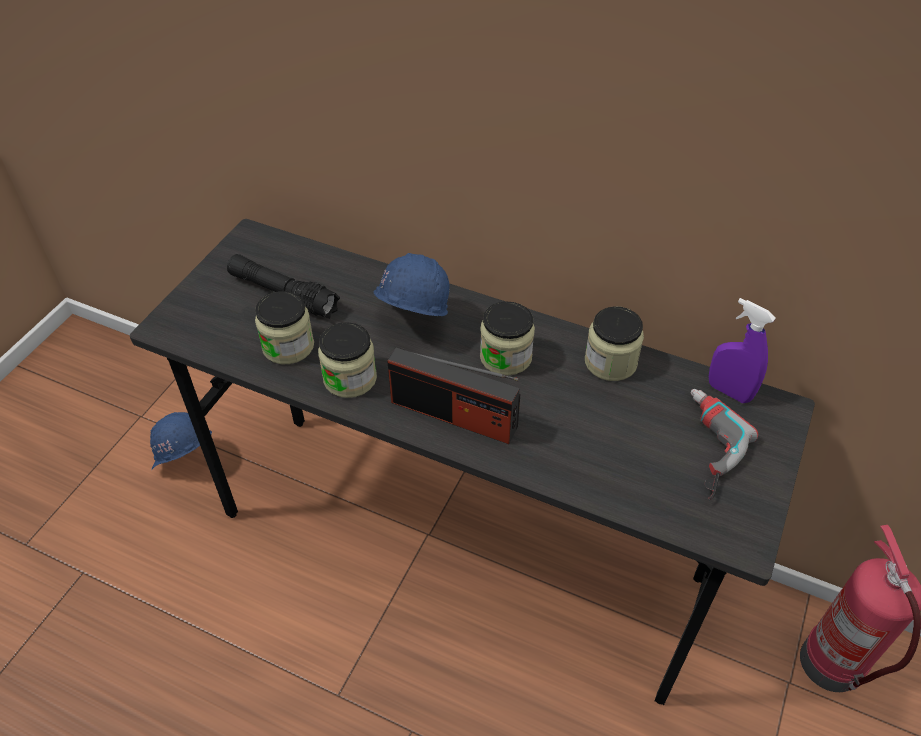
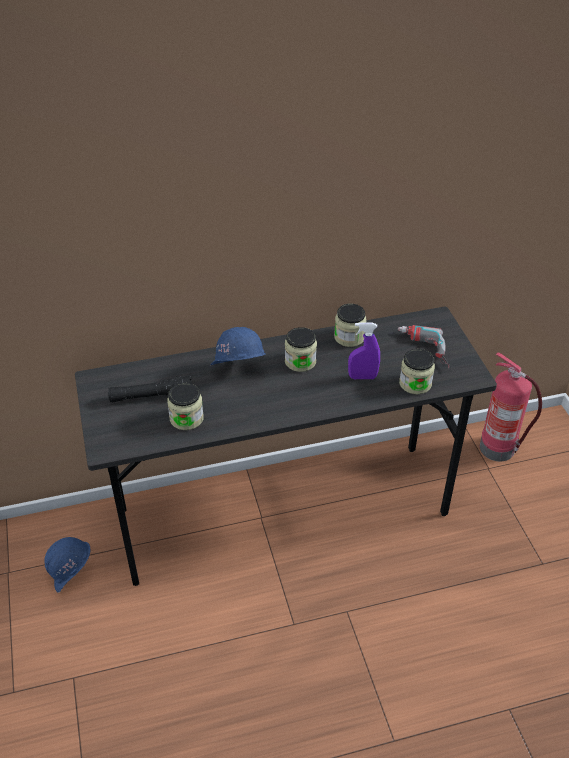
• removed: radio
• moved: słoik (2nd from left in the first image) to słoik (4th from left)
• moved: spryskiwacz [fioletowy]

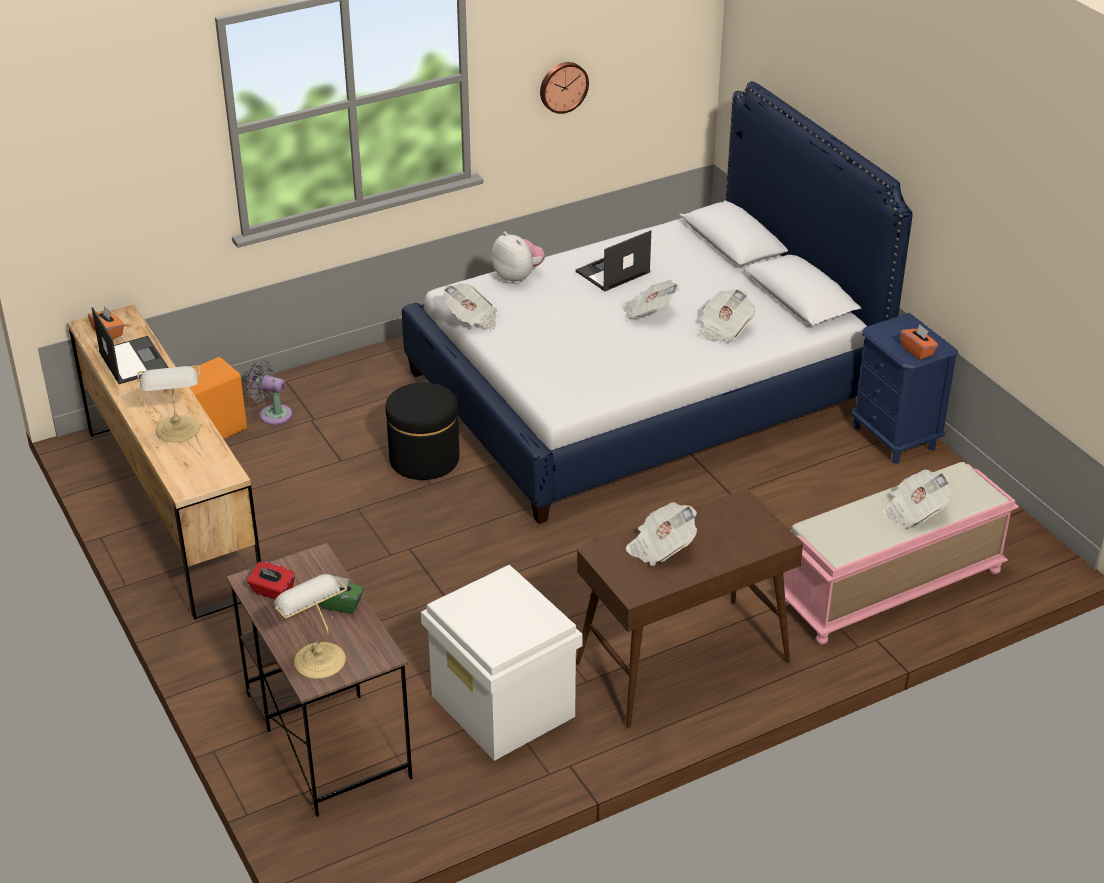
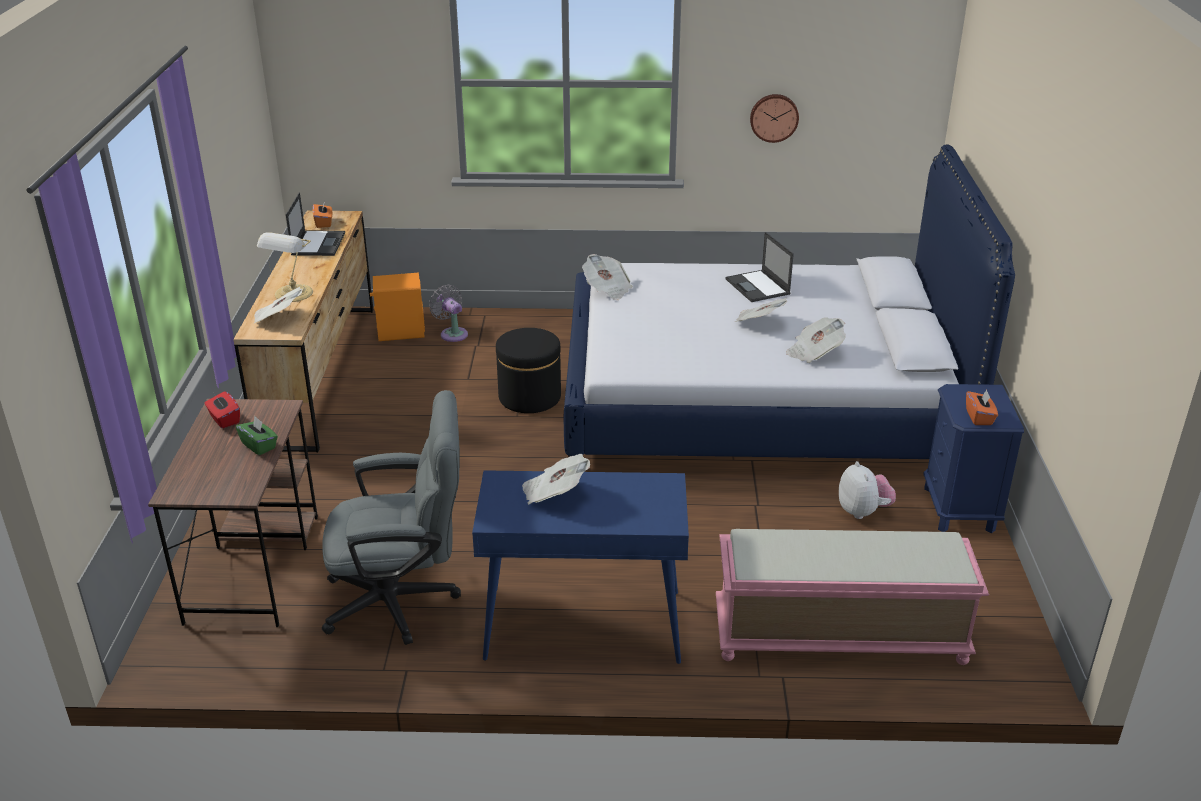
• removed: lampa stołowa (2nd from left)
• moved: pluszak
• moved: gazeta (5th from left in the first image) to gazeta (1st from left)
• replaced: pojemnik do przechowywania [biały] to krzesło biurowe [szary]
• recoloured: stolik konsolowy [brązowy] to stolik konsolowy [niebieski]
• turned: laptop (2nd from left) 105 degrees counterclockwise

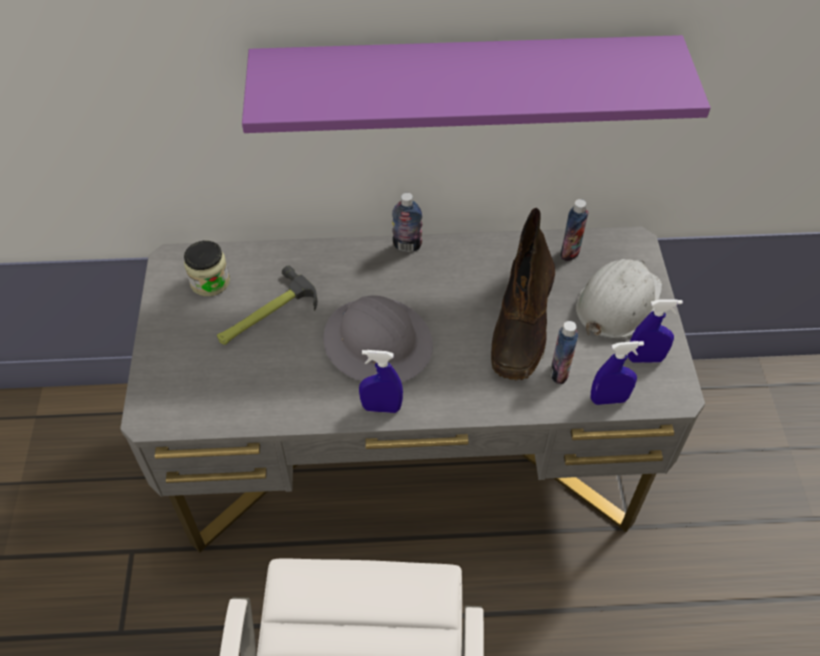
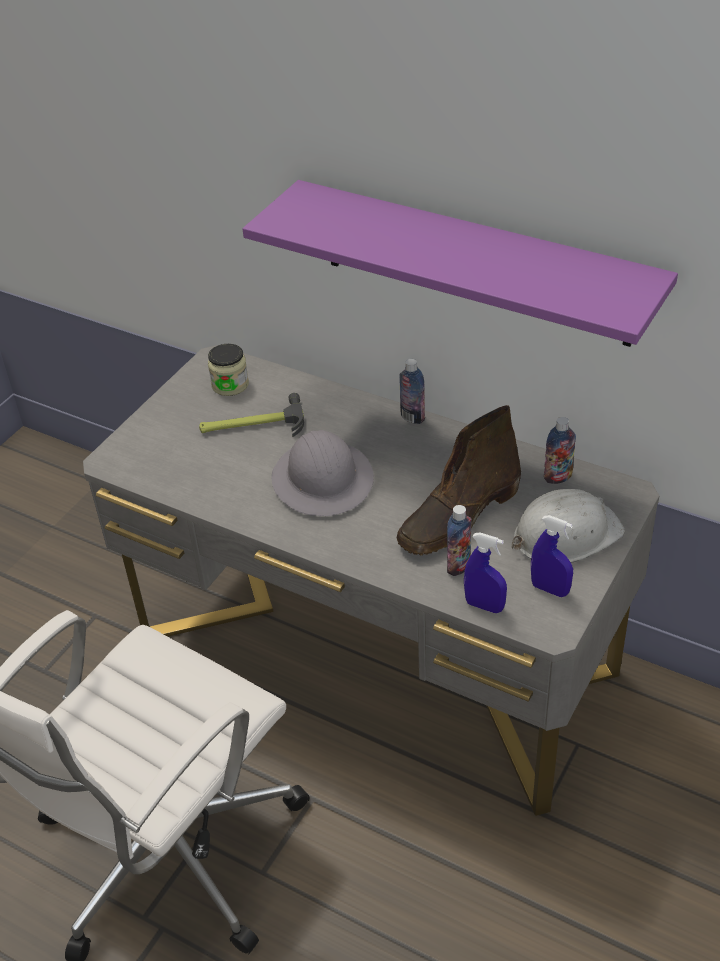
• removed: spryskiwacz [niebieski] (1st from left)

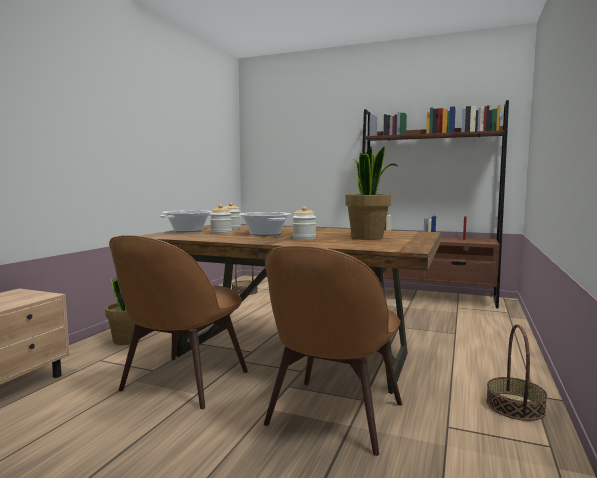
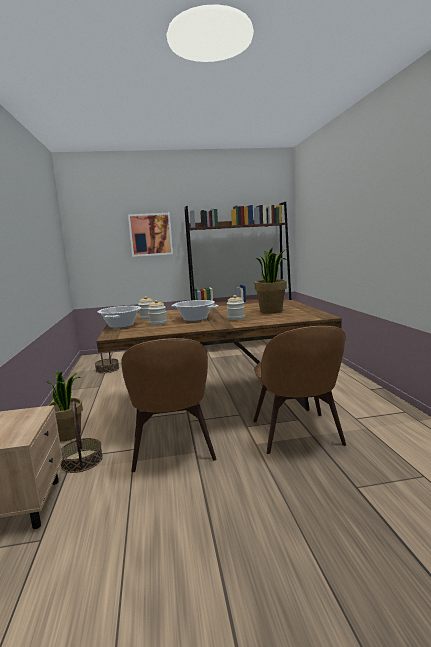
• added: obraz
• moved: koszyk (2nd from left in the first image) to koszyk (1st from left)

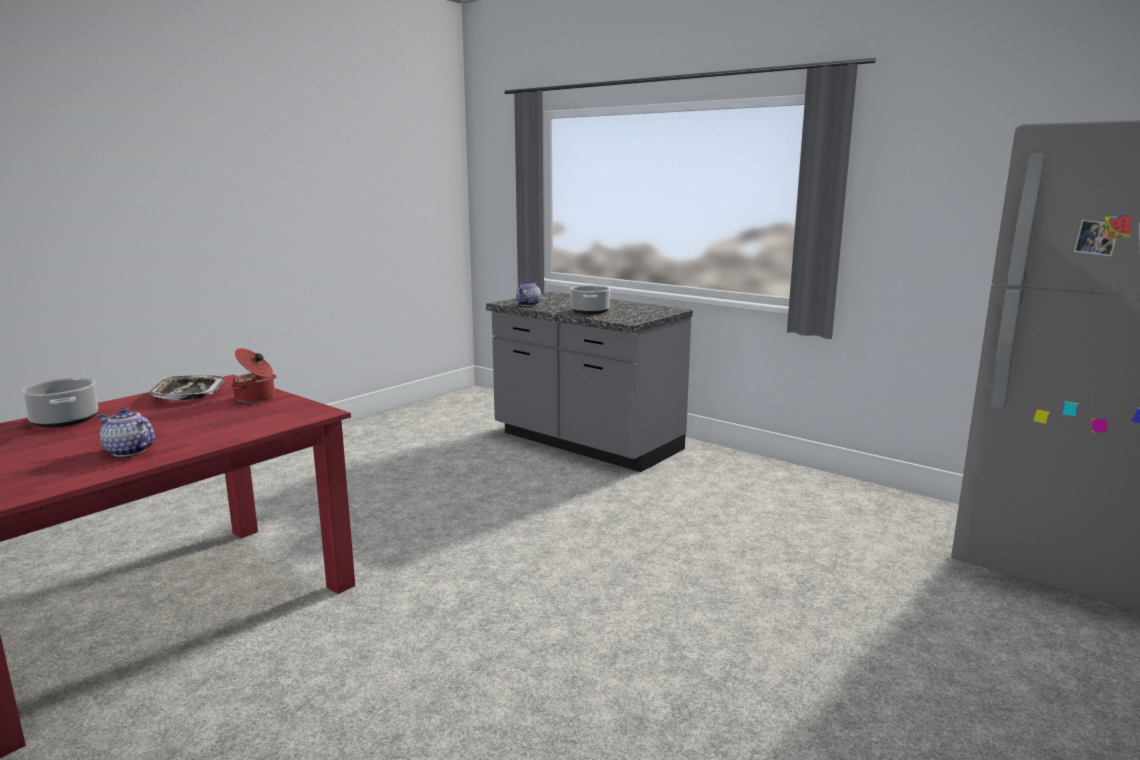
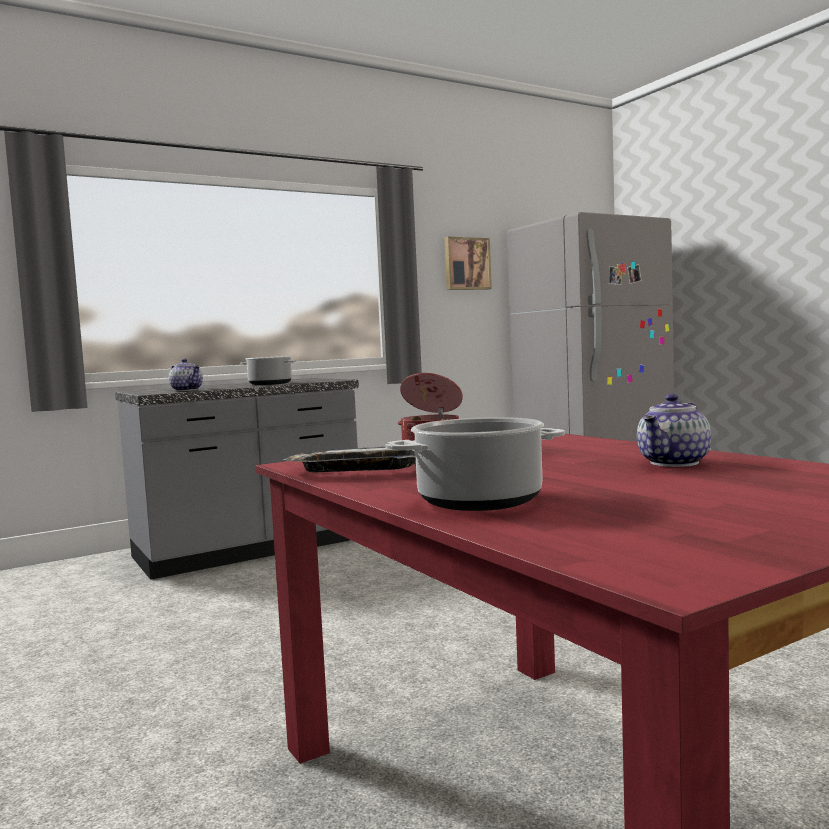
• added: obraz

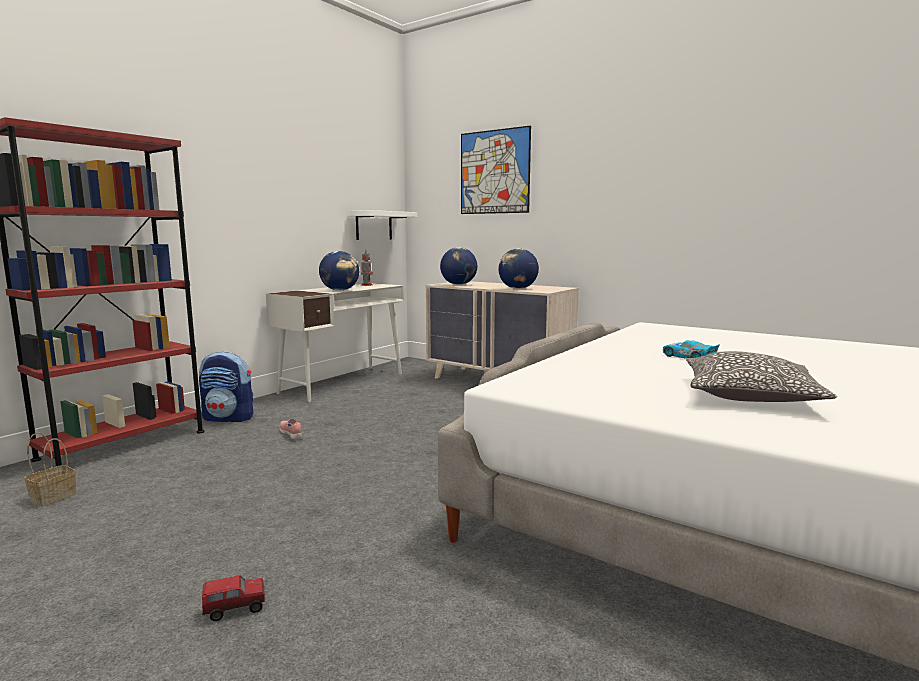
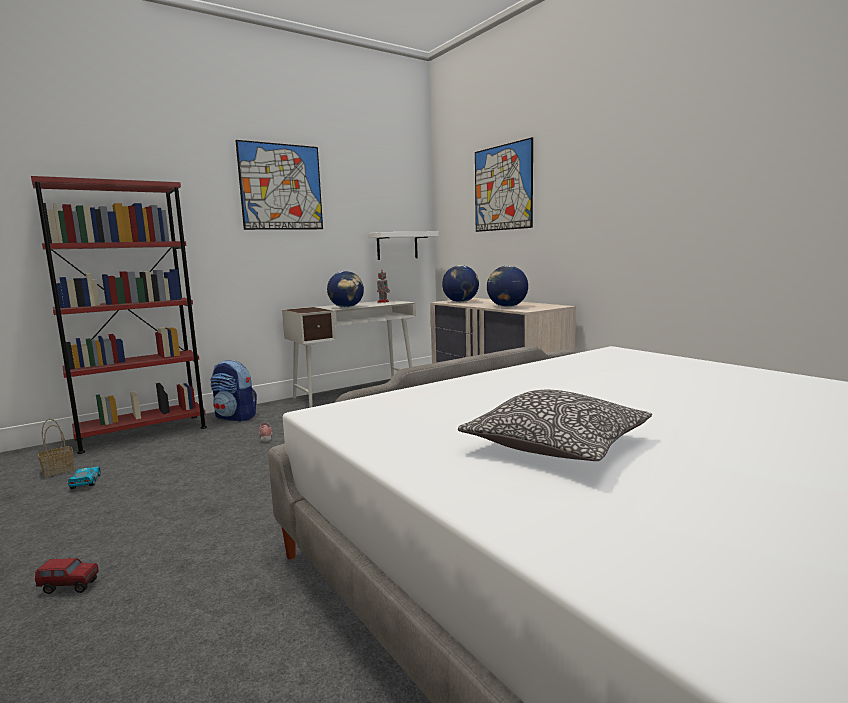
• added: obraz (1st from left)
• moved: samochodzik

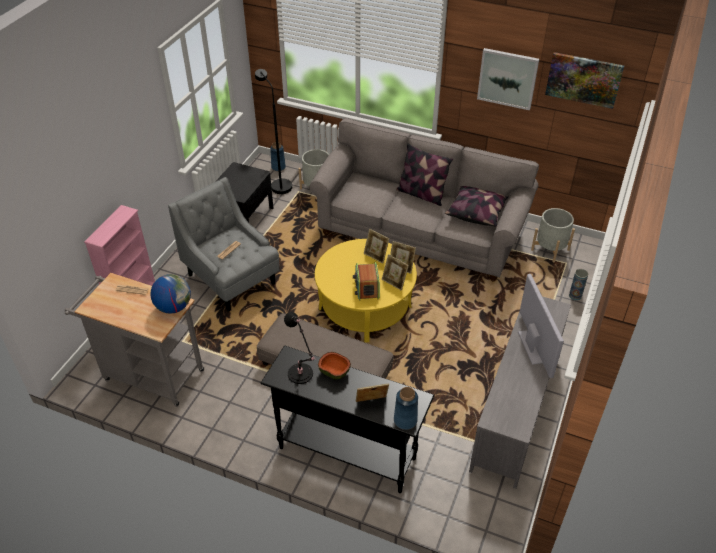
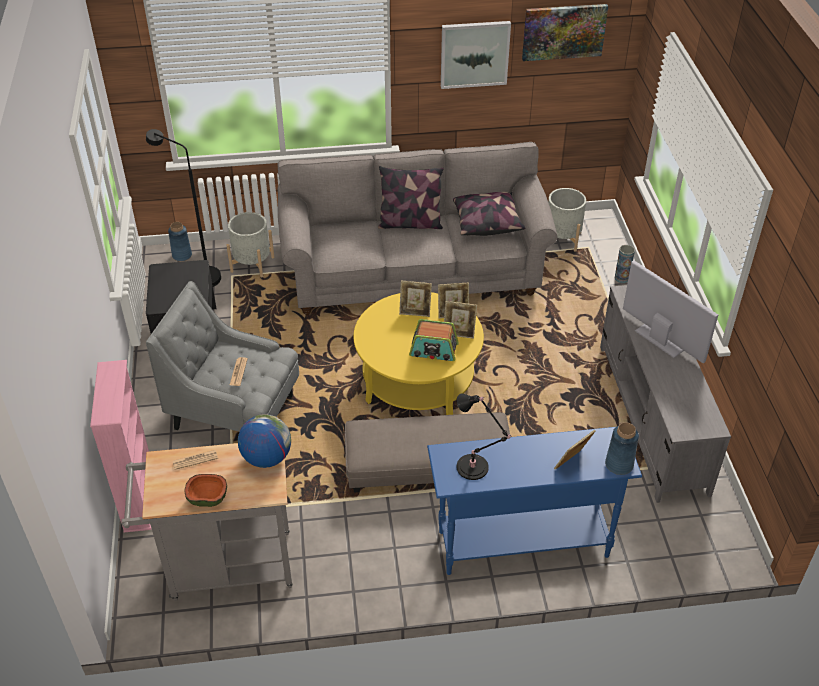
• moved: miska
• recoloured: stolik konsolowy [czarny] to stolik konsolowy [niebieski]
• turned: radio 45 degrees counterclockwise

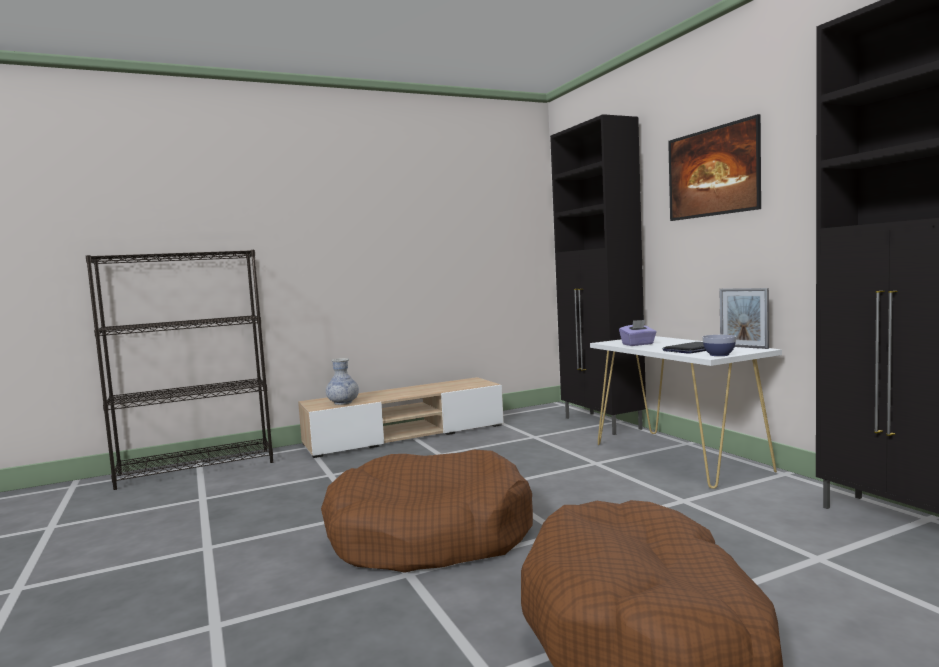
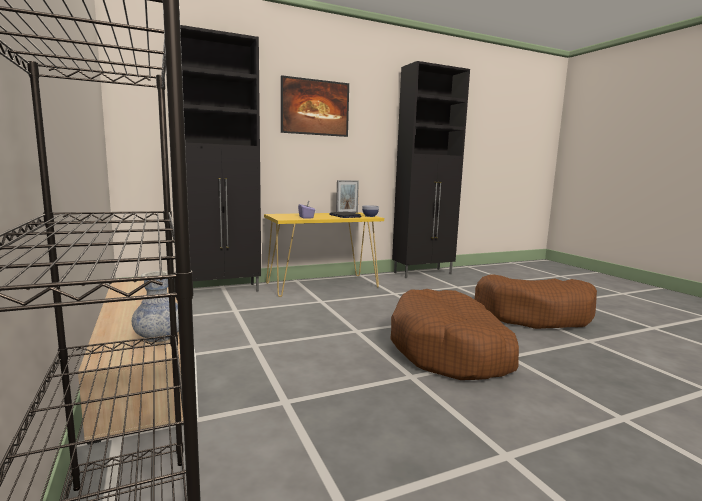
• recoloured: stolik konsolowy [biały] to stolik konsolowy [żółty]

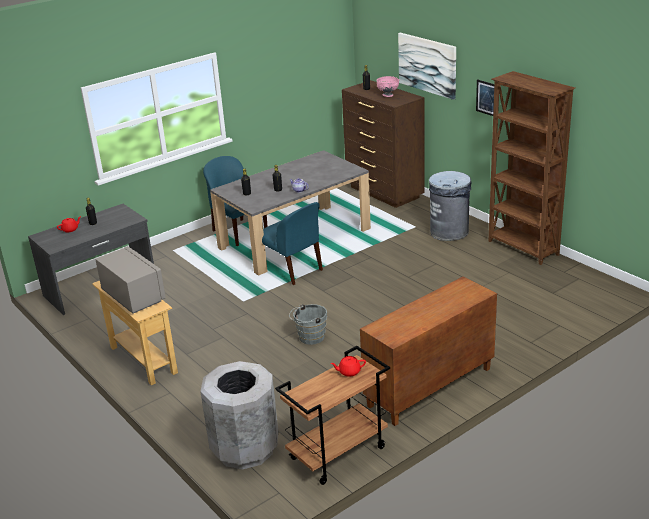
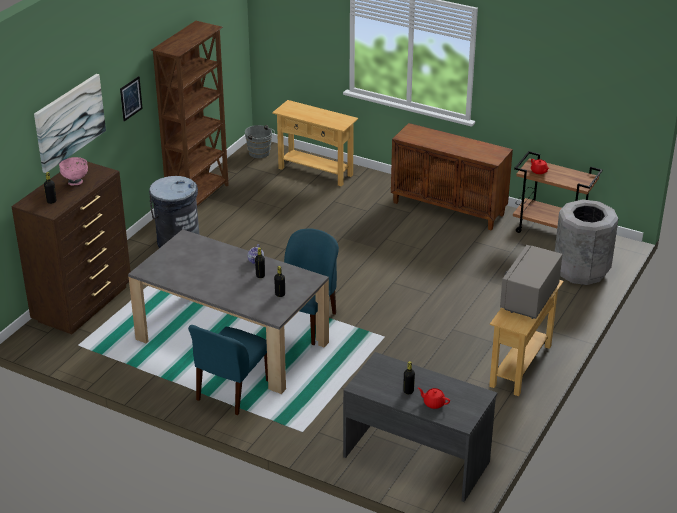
• added: stolik konsolowy [beżowy] (1st from left)
• moved: wiadro [szary]

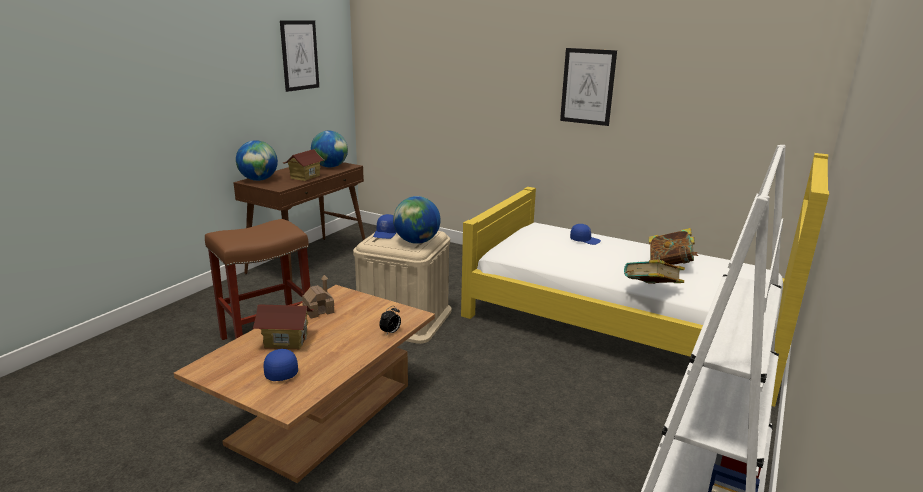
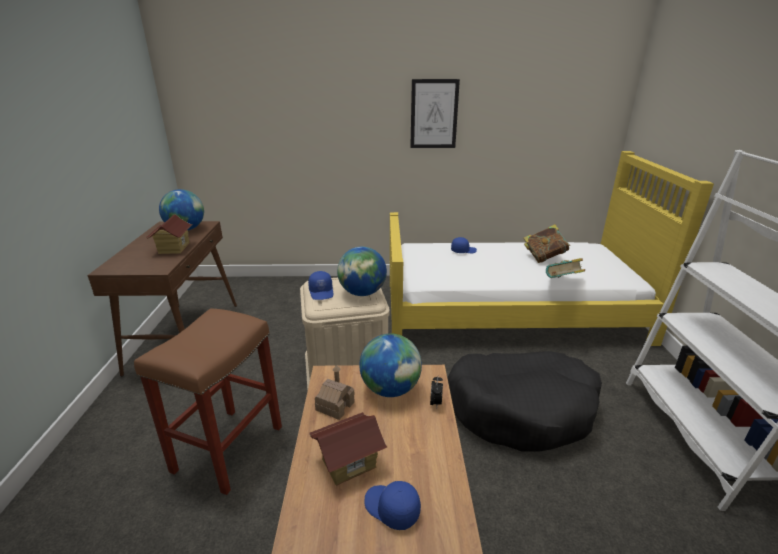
• removed: obraz (1st from left)
• added: legowisko [czarny]
• moved: globus (1st from left in the first image) to globus (3rd from left)

